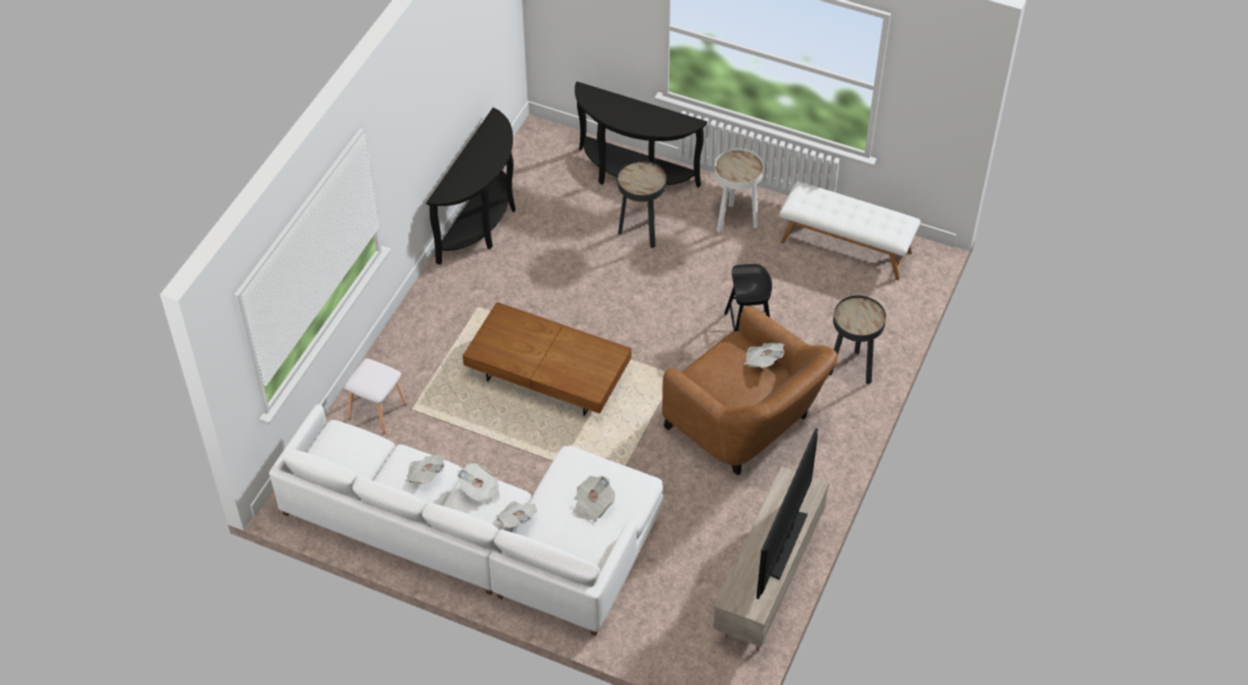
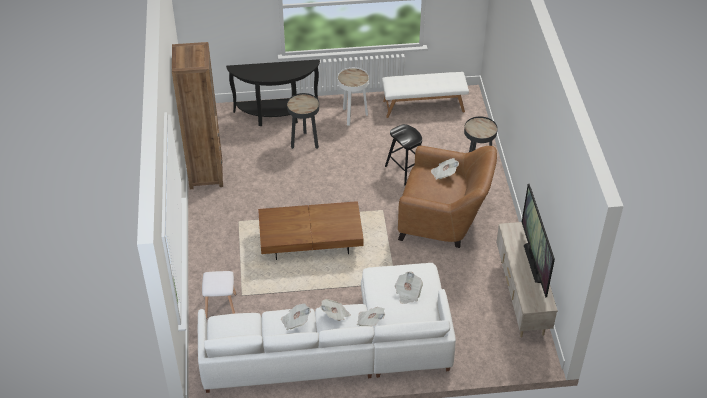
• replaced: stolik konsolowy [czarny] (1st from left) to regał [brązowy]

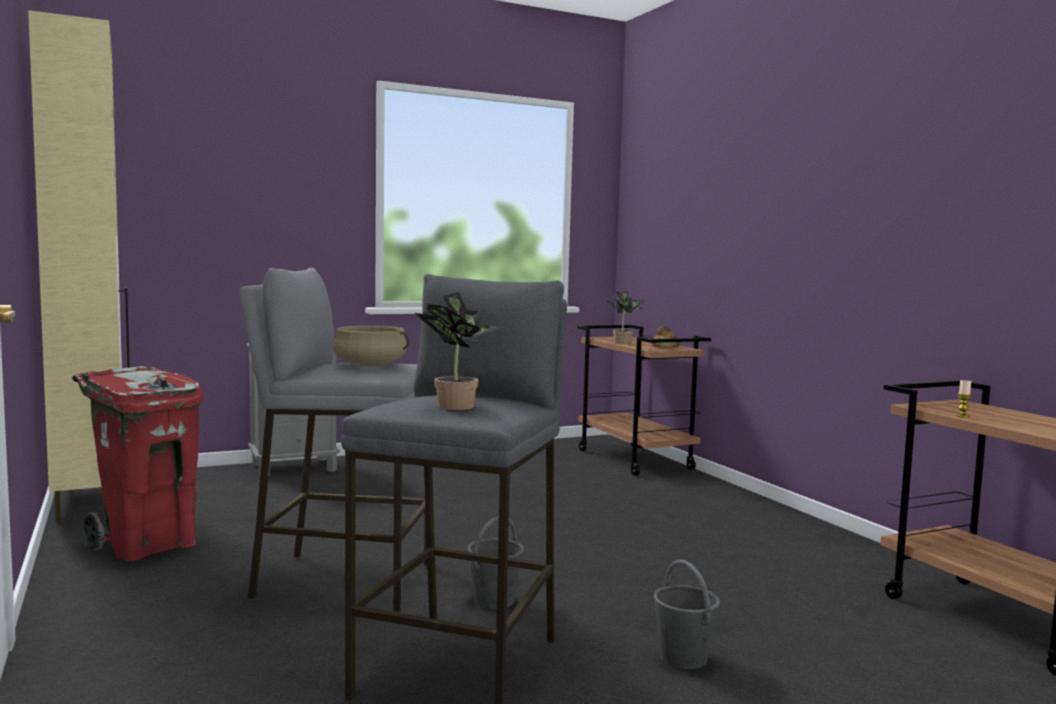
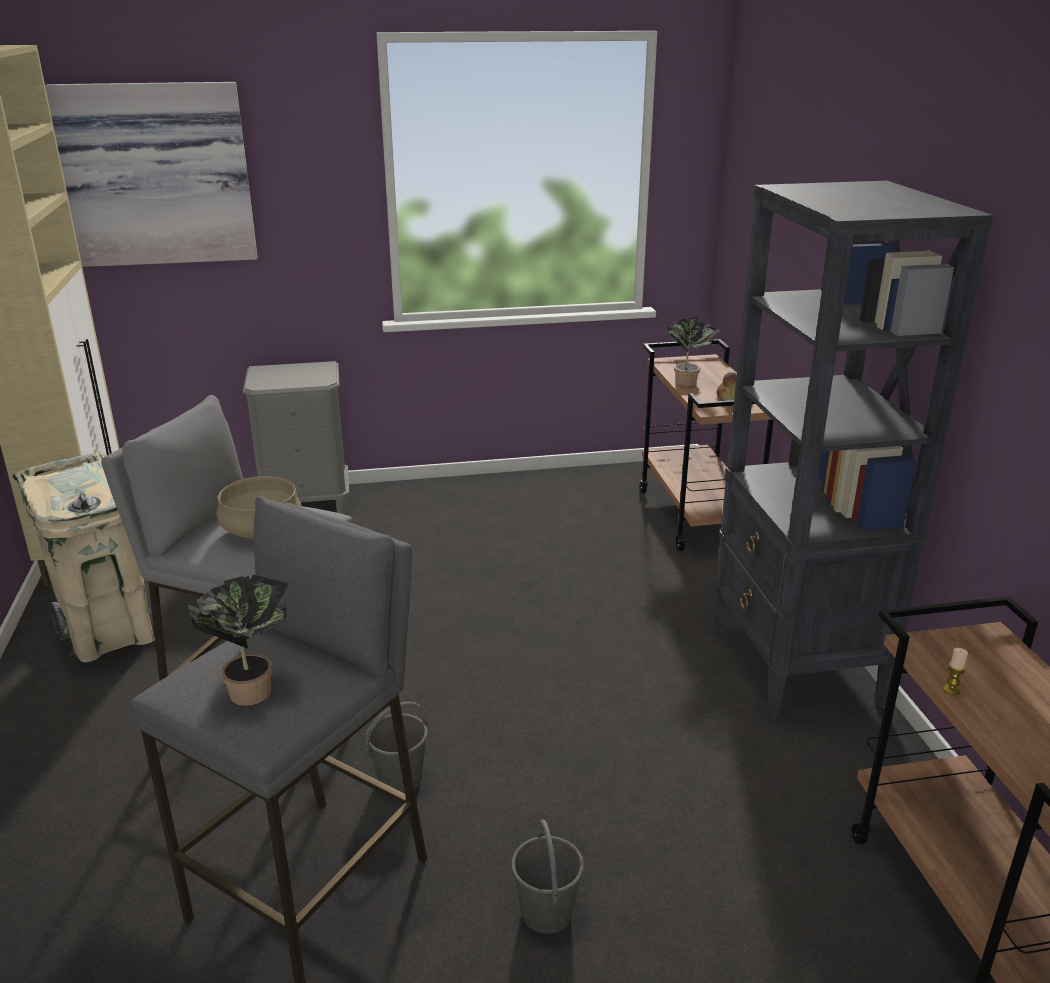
• added: obraz
• added: regał [czarny]
• recoloured: kosz na śmieci [czerwony] to kosz na śmieci [beżowy]

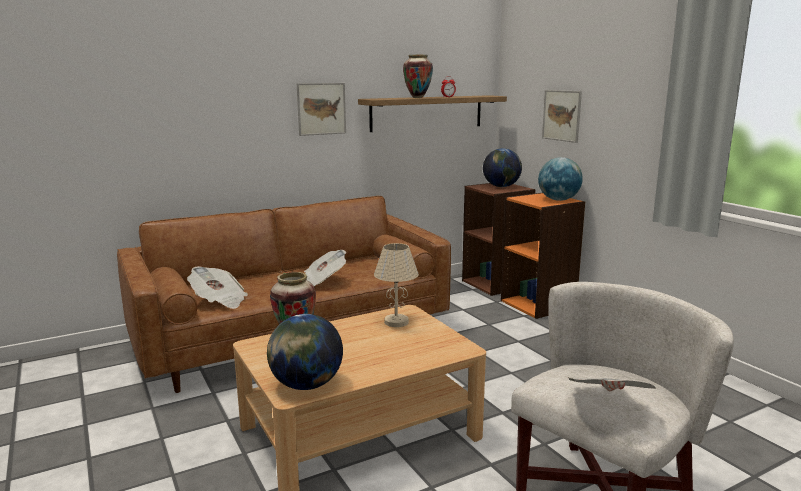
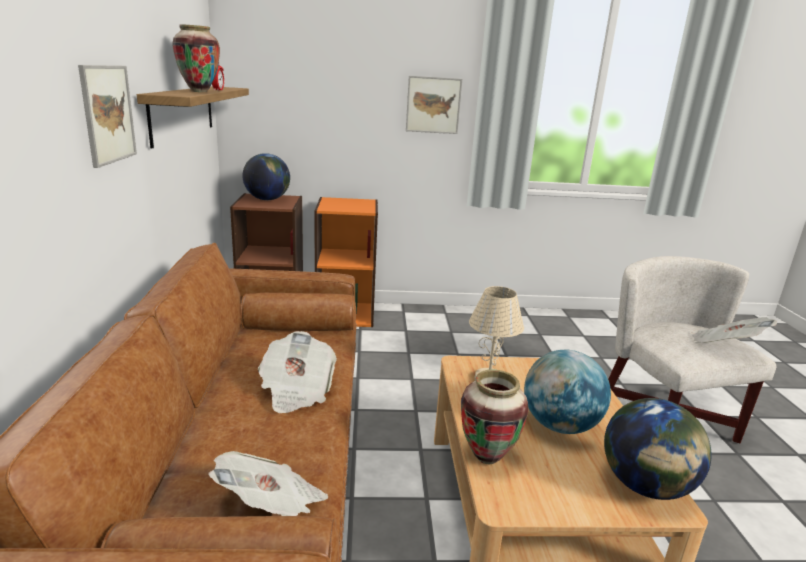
• moved: globus (3rd from left in the first image) to globus (2nd from left)
• moved: obraz (2nd from left)

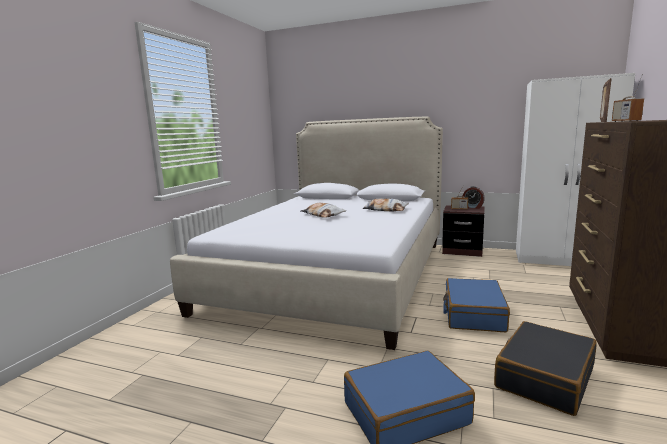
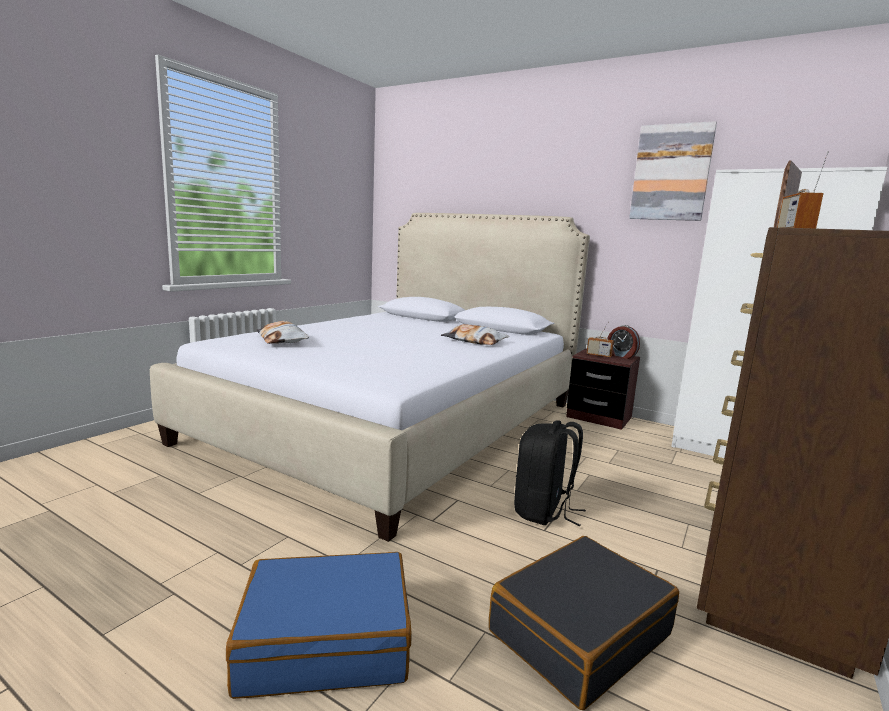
• added: obraz
• moved: poduszka (1st from left)
• replaced: walizka [niebieski] (2nd from left) to plecak [czarny]

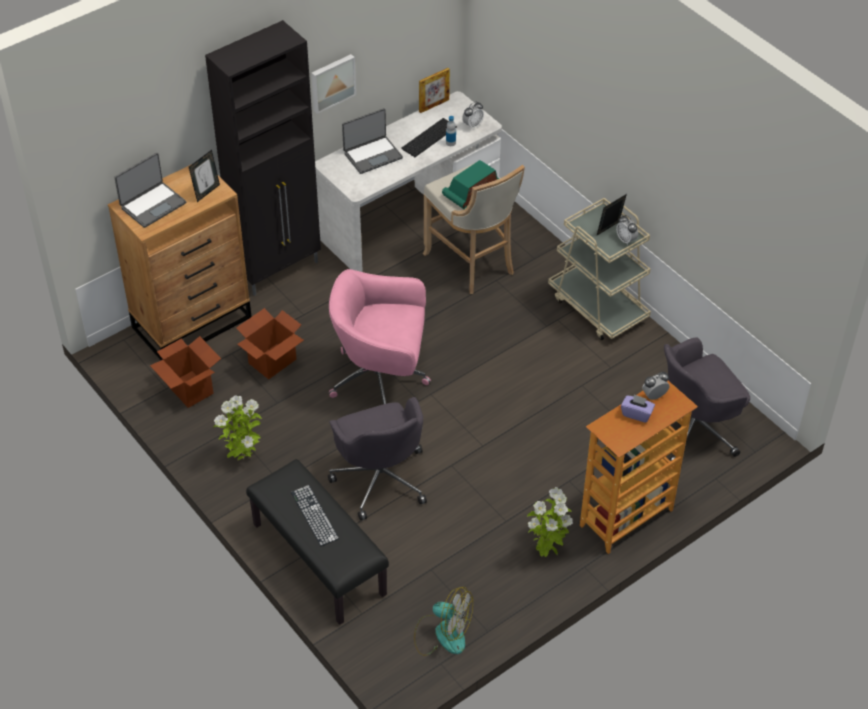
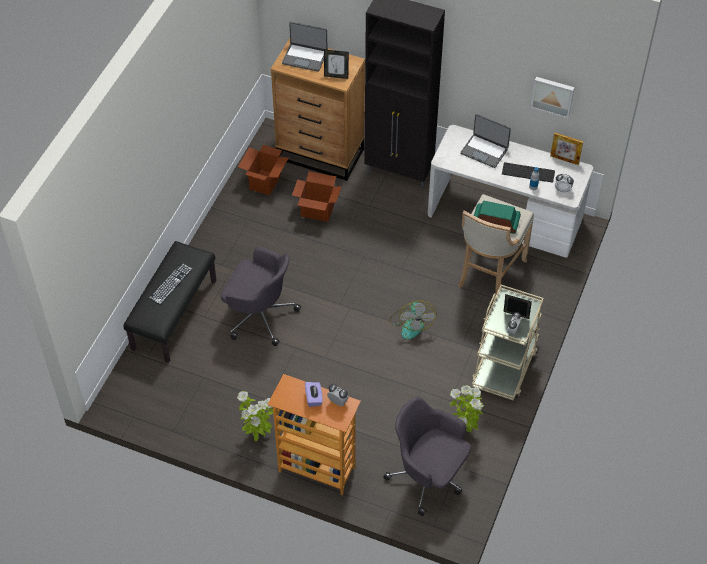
• removed: krzesło biurowe [różowy]
• moved: roślina doniczkowa (1st from left in the first image) to roślina doniczkowa (2nd from left)
• moved: obraz
• moved: wentylator
• turned: krzesło biurowe [szary] (1st from left) 105 degrees counterclockwise

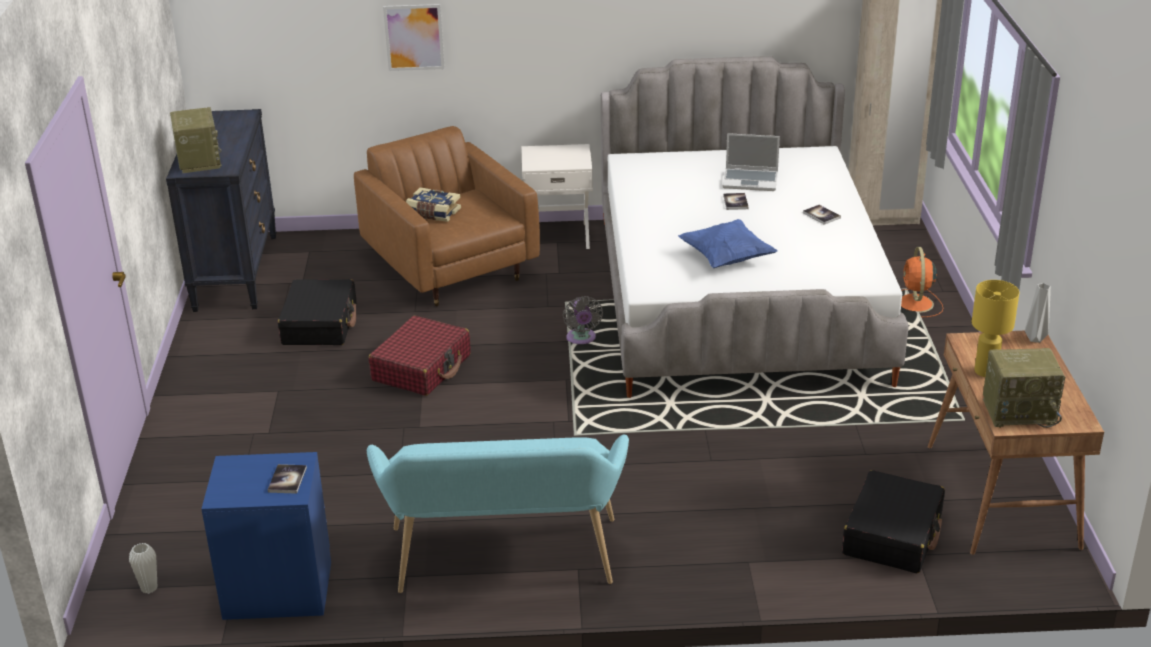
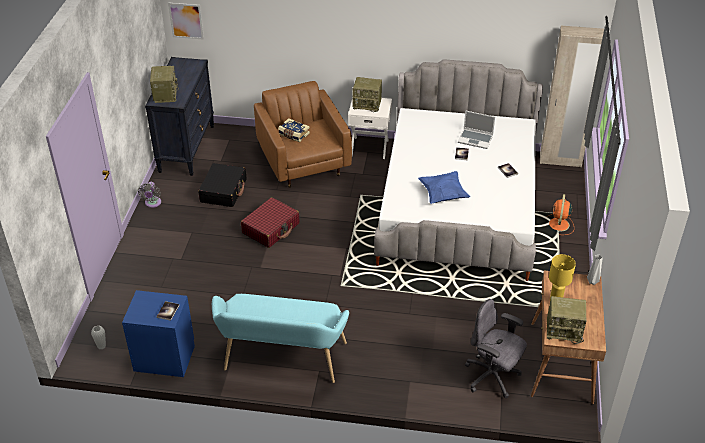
• added: radio (2nd from left)
• moved: obraz
• moved: wentylator [szary]
• replaced: walizka [czarny] (2nd from left) to krzesło biurowe [szary]

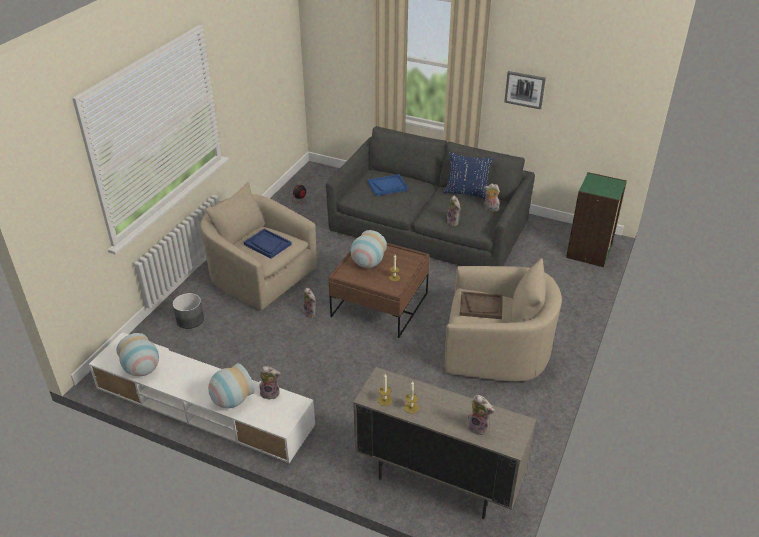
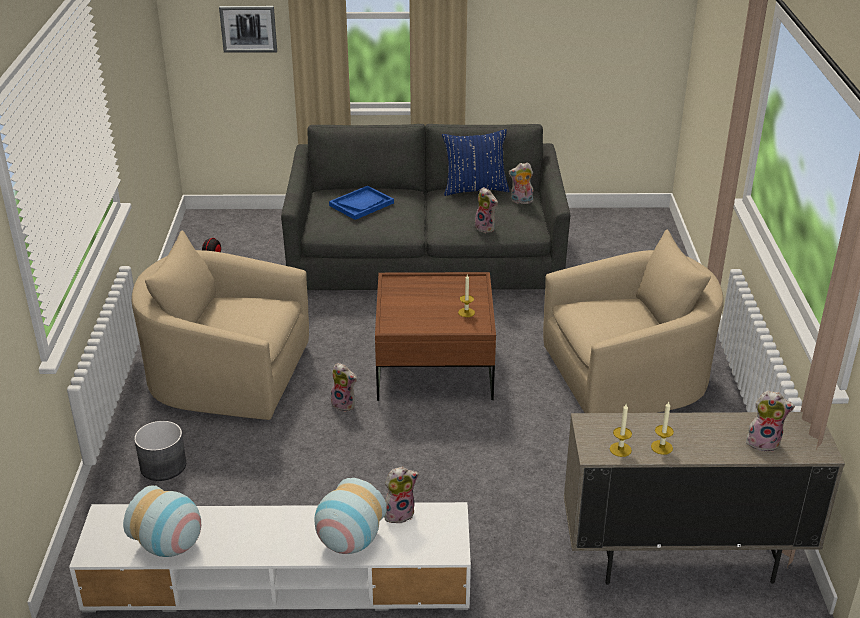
• removed: taca [niebieski] (1st from left)
• removed: wazon (3rd from left)
• removed: taca [brązowy]
• removed: regał [zielony]
• moved: obraz

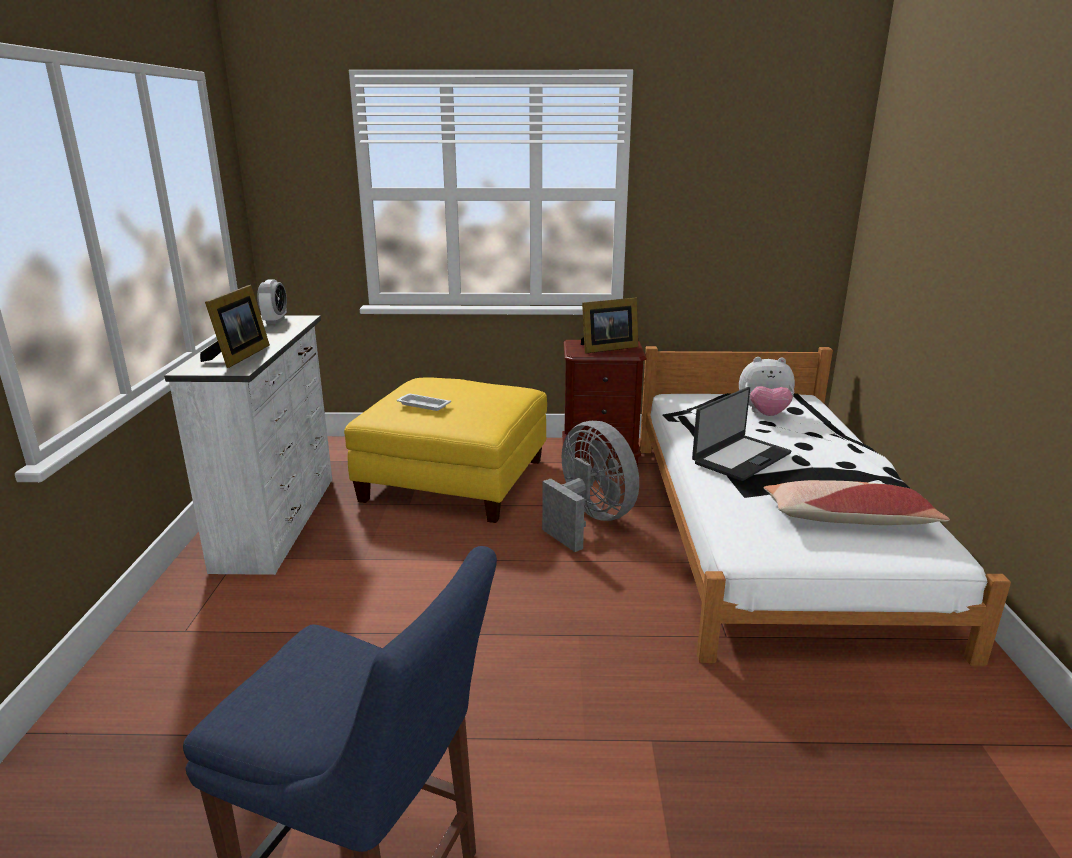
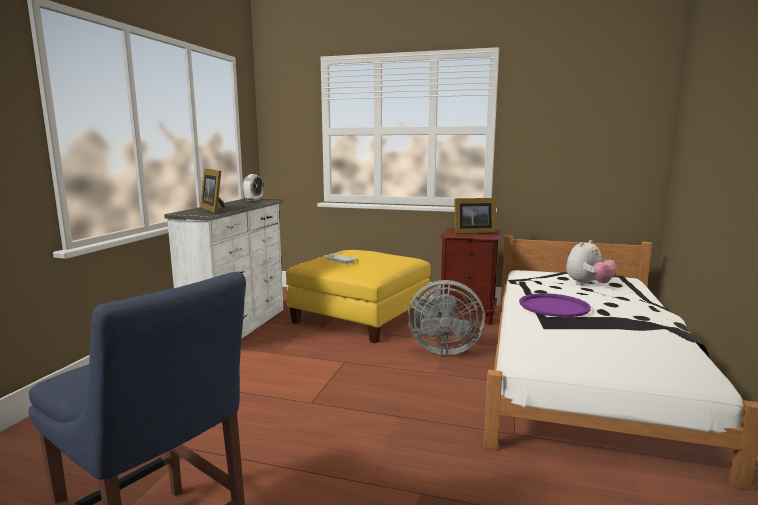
• removed: poduszka
• replaced: laptop to taca [fioletowy]
• turned: ramka na zdjęcie (1st from left) 120 degrees clockwise
• turned: wentylator [szary] 120 degrees clockwise
• turned: pluszak 60 degrees counterclockwise

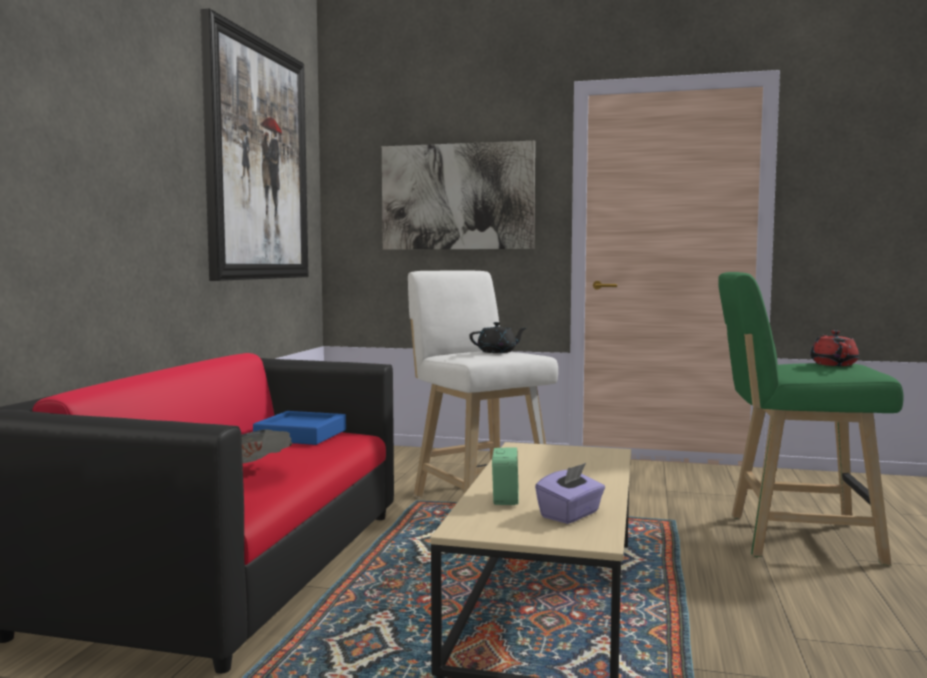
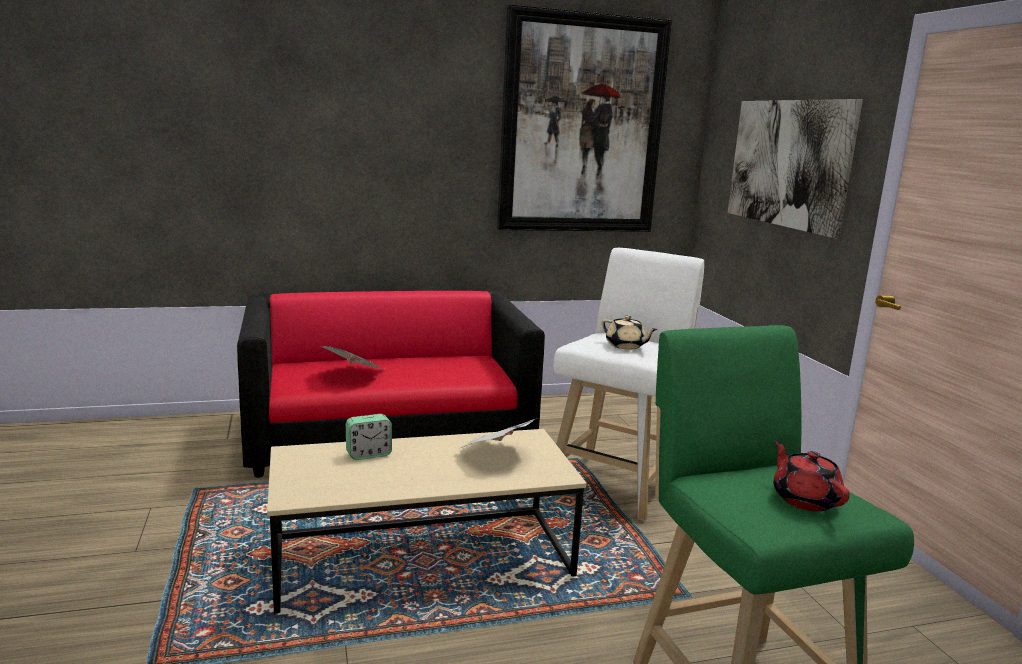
• removed: taca [niebieski]
• removed: pudełko chusteczek [fioletowy]
• added: gazeta (2nd from left)
• recoloured: imbryk [czarny] to imbryk [beżowy]
• turned: imbryk [czerwony] 90 degrees counterclockwise

